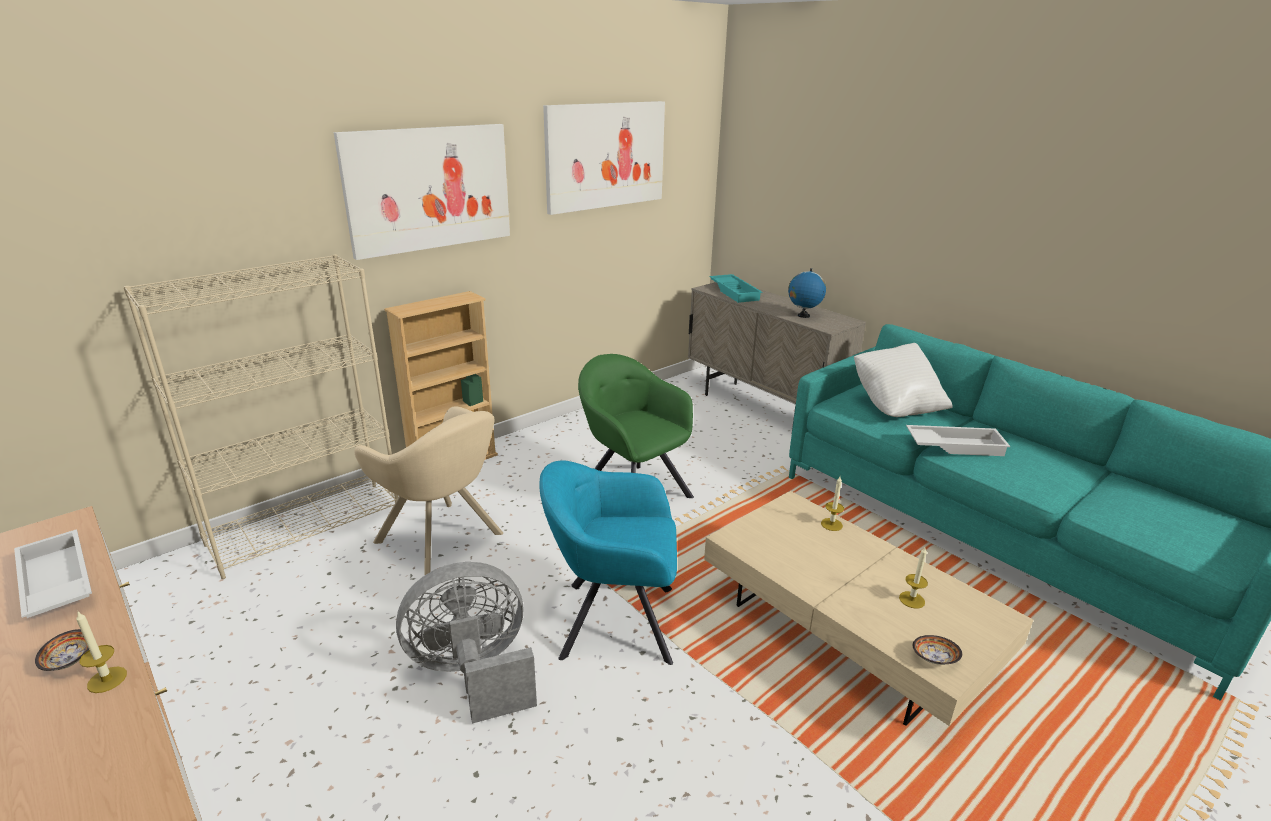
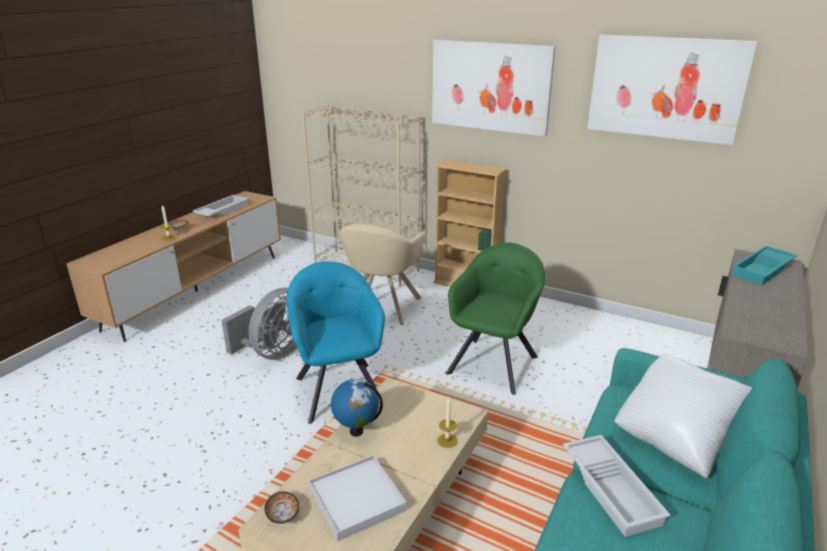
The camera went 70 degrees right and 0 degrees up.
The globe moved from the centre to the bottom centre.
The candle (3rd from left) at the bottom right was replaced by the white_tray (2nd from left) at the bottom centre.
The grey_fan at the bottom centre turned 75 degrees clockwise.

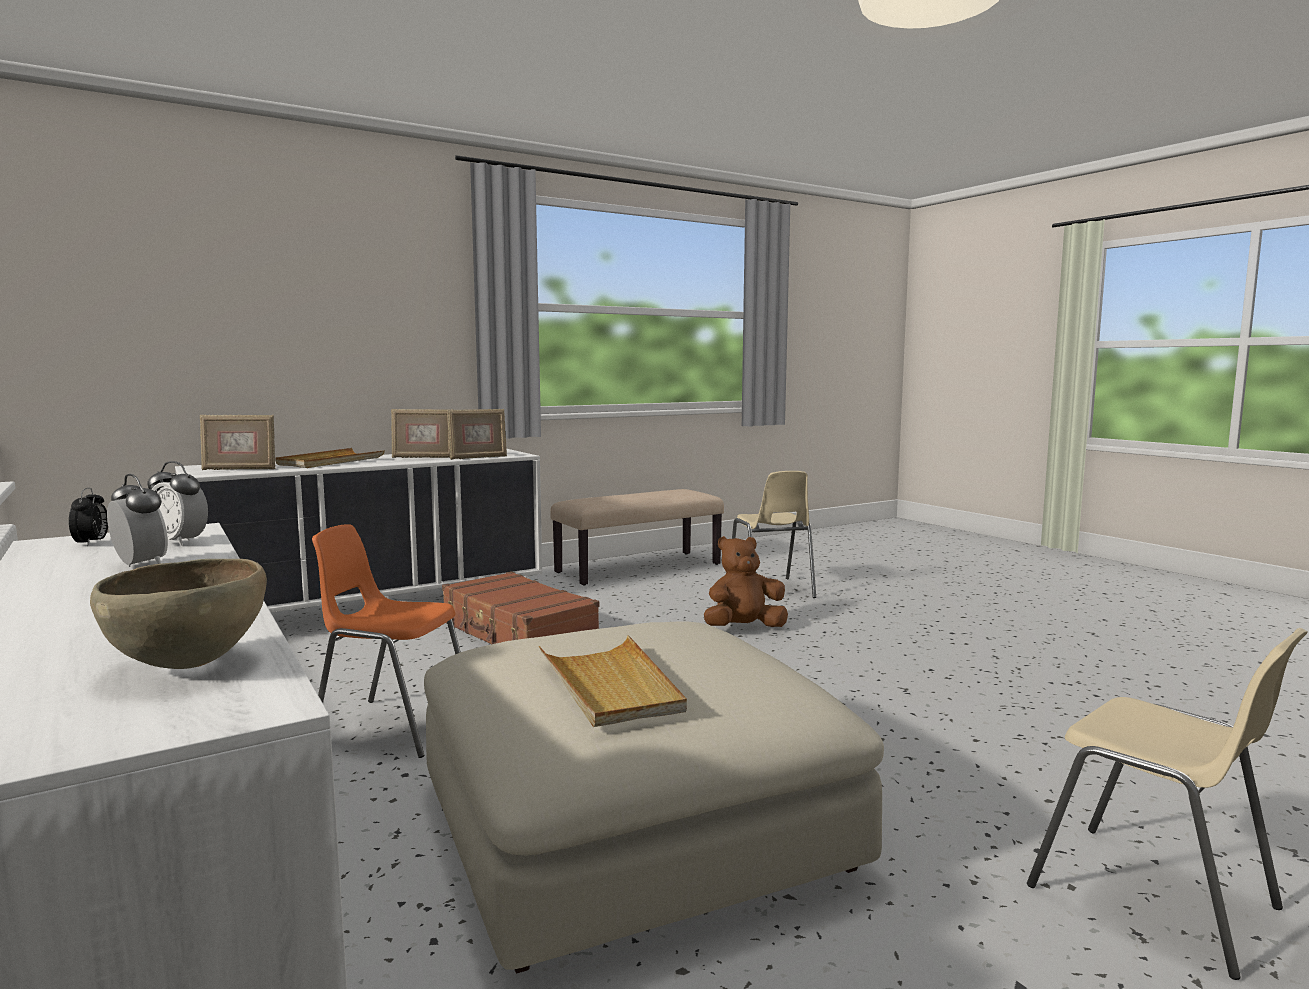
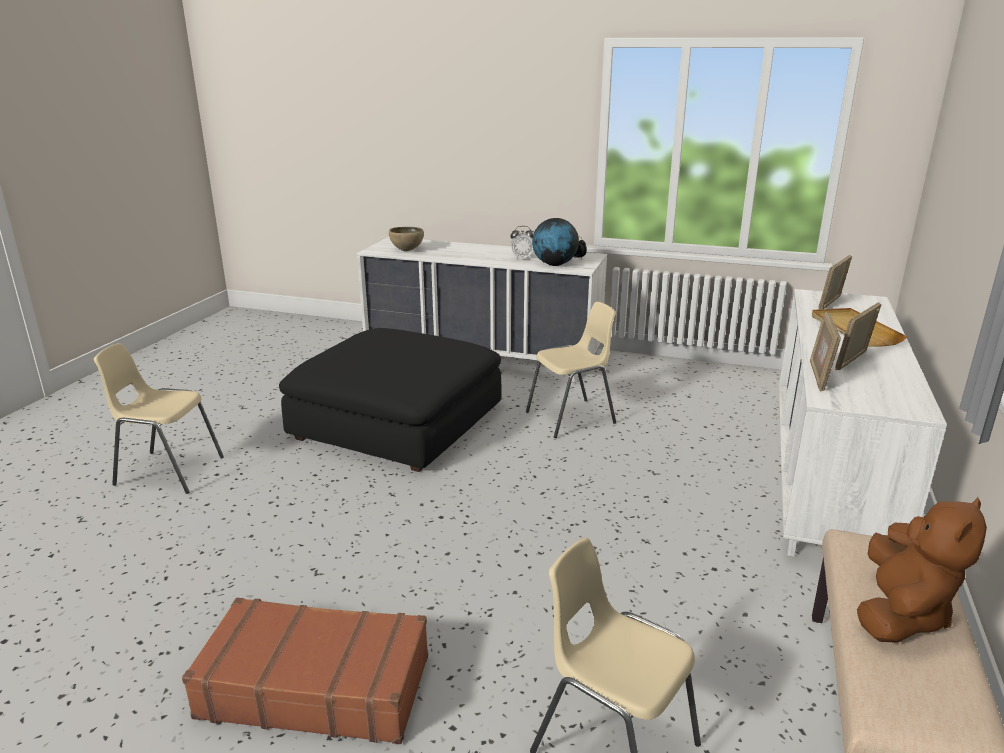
The camera went 140 degrees right and 15 degrees up.
The beige_tray (2nd from left) at the bottom centre disappeared.
The brown_suitcase moved from the centre to the bottom left.
The brown_plush_toy moved from the centre to the bottom right.
The alarm_clock (3rd from left) at the middle left was replaced by the globe at the top centre.
The orange_chair at the middle left became the beige_chair (2nd from left) at the centre.
The beige_ottoman at the bottom centre became the black_ottoman at the centre.

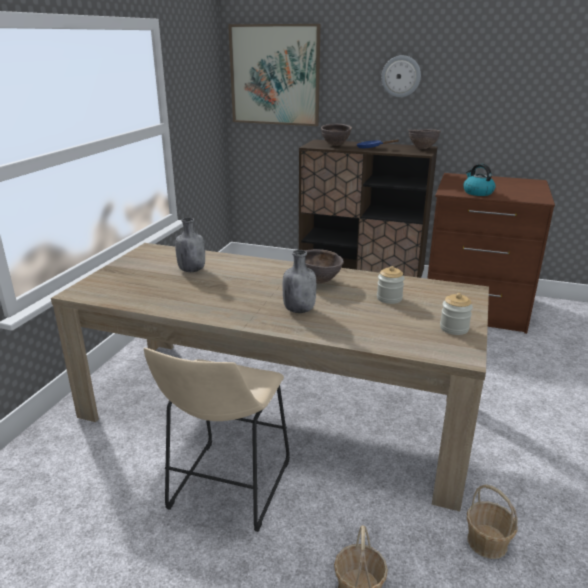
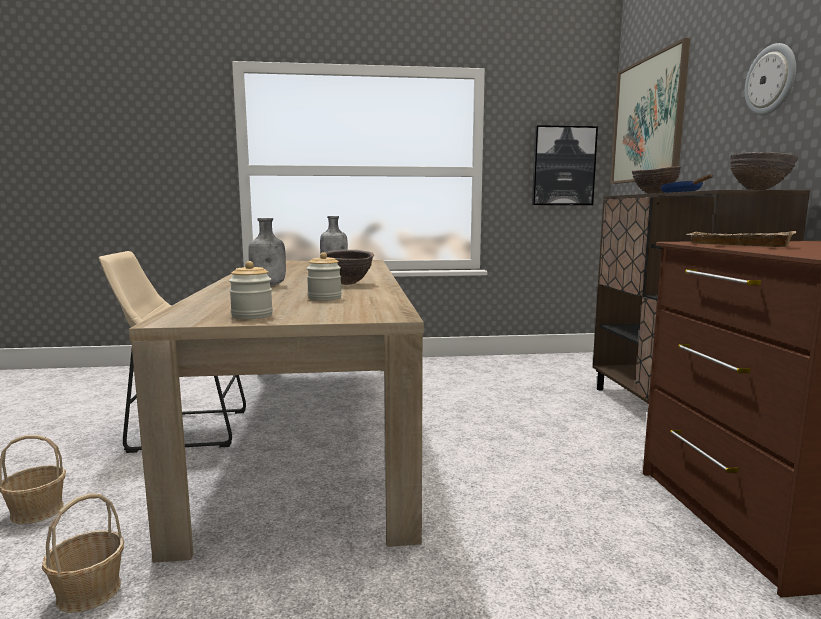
The camera went 65 degrees right and 15 degrees down.
The picture (1st from left) at the top right appeared.
The kettle at the top right was replaced by the beige_tray at the middle right.

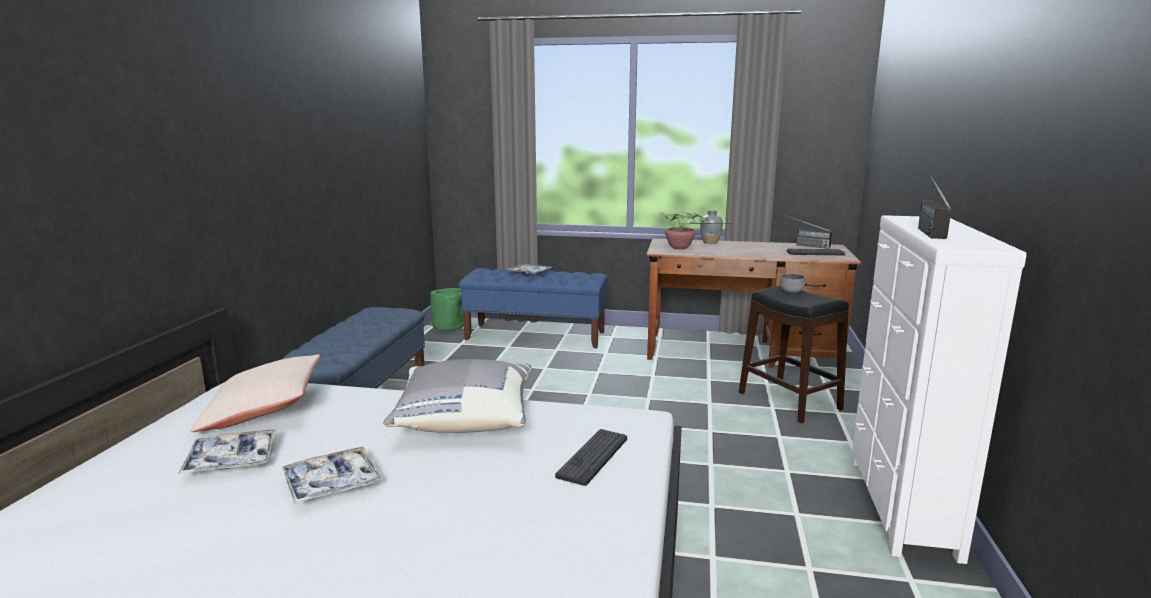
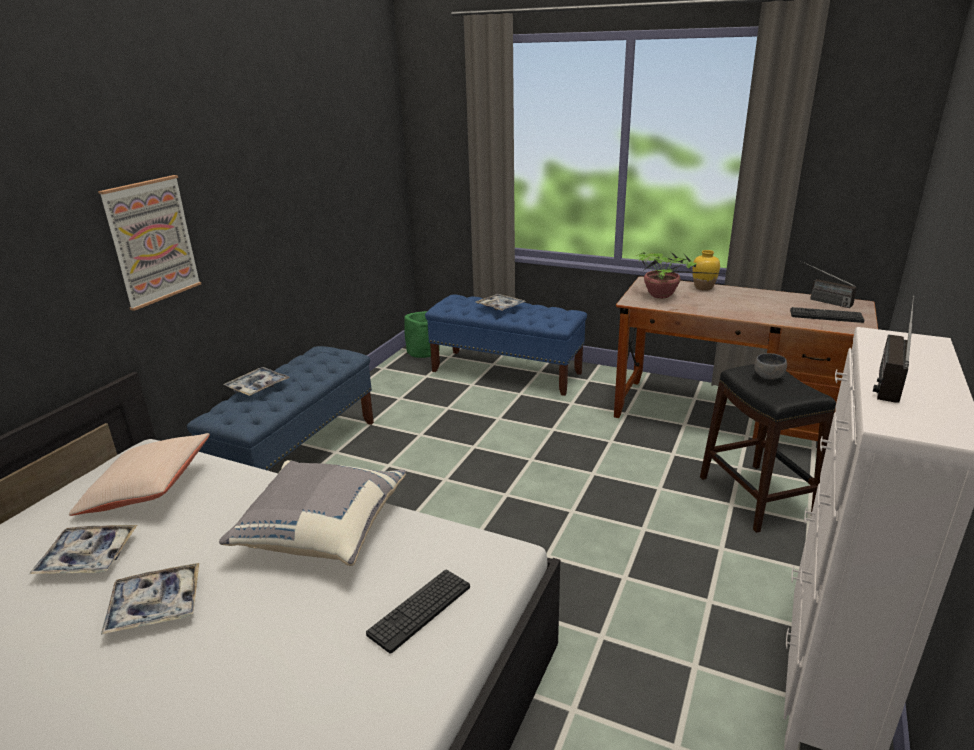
The camera went 15 degrees right and 10 degrees up.
The picture at the top left appeared.
The tray (3rd from left) at the middle left appeared.
The grey_vase at the centre became the yellow_vase at the middle right.

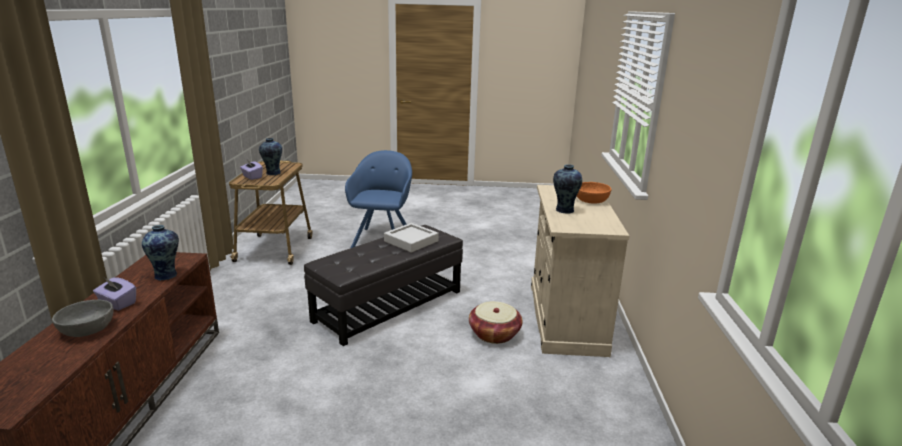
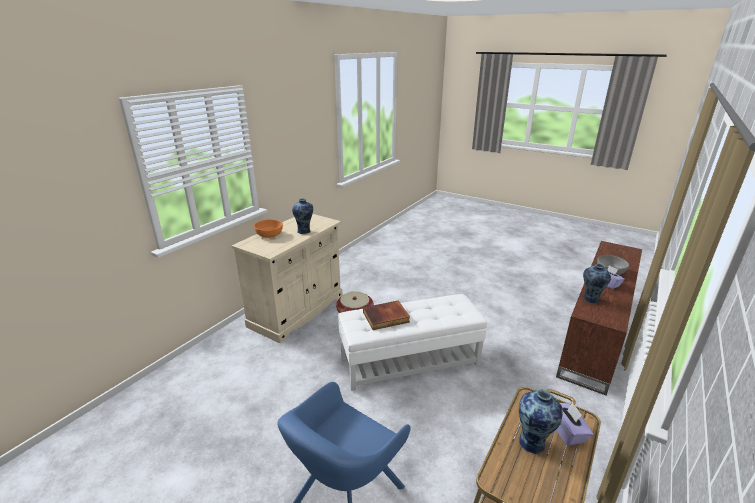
The camera went 150 degrees left and 5 degrees up.
The grey_tray at the centre was replaced by the book at the centre.
The black_ottoman at the centre became the white_ottoman at the bottom centre.

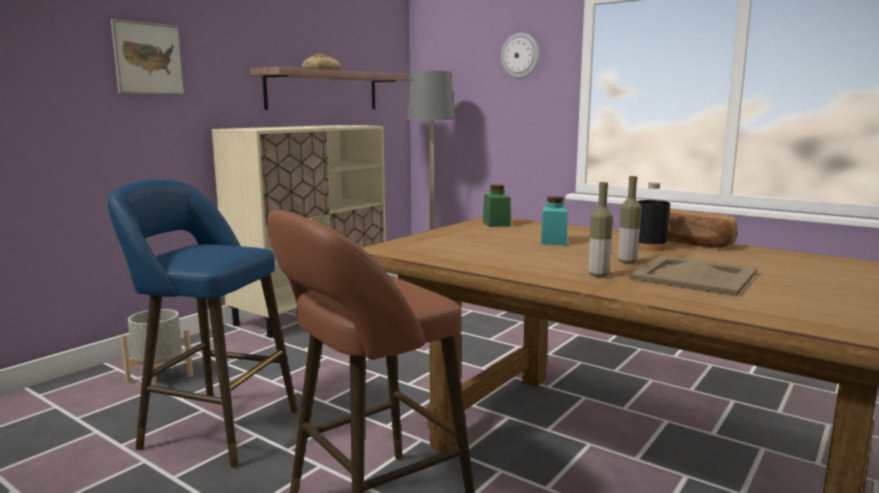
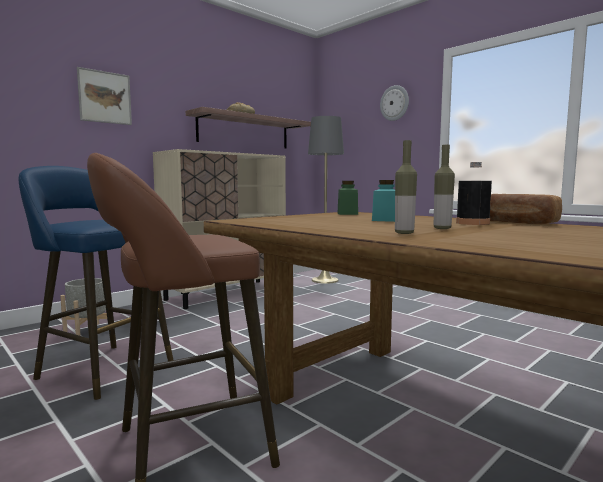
The camera went 10 degrees right and 5 degrees down.
The beige_tray at the middle right disappeared.

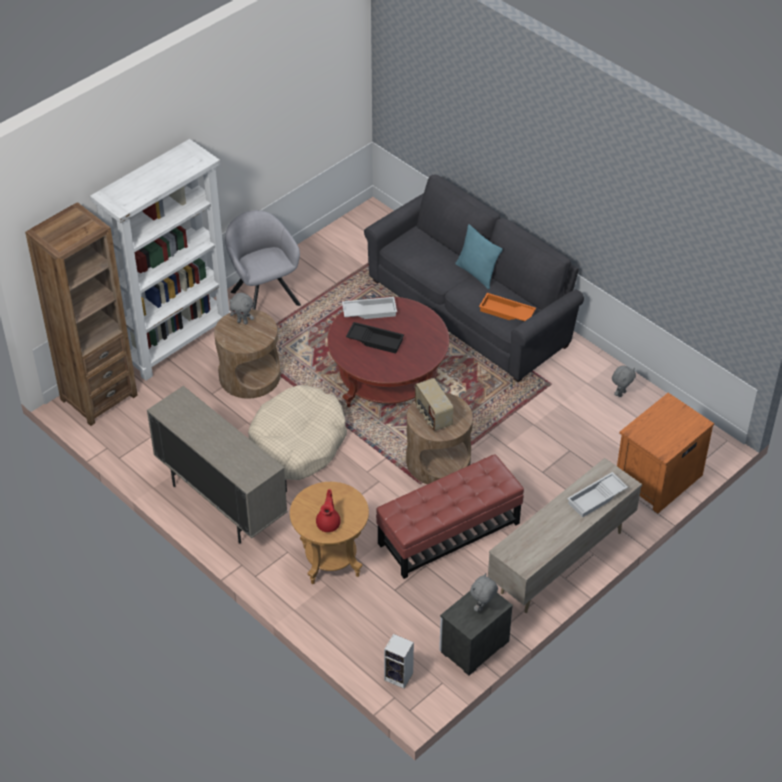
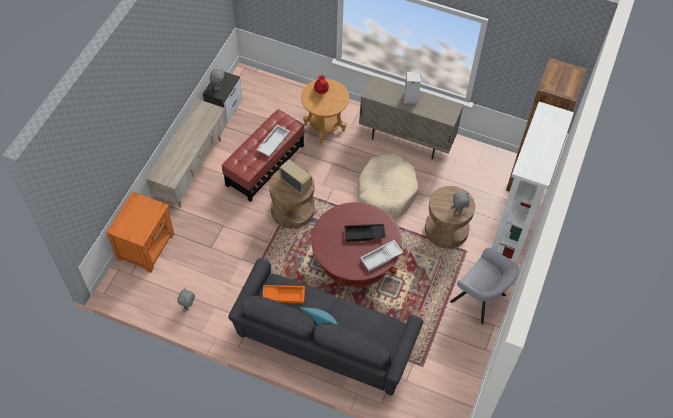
The camera went 155 degrees right and 10 degrees up.
The speaker moved from the bottom centre to the top centre.
The white_tray (2nd from left in the first image) moved from the middle right to the centre.

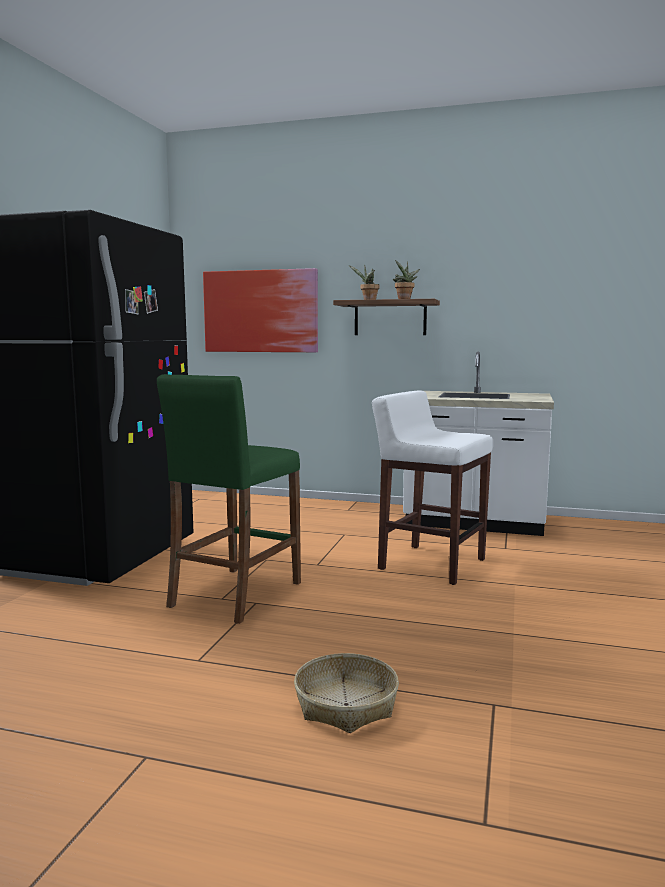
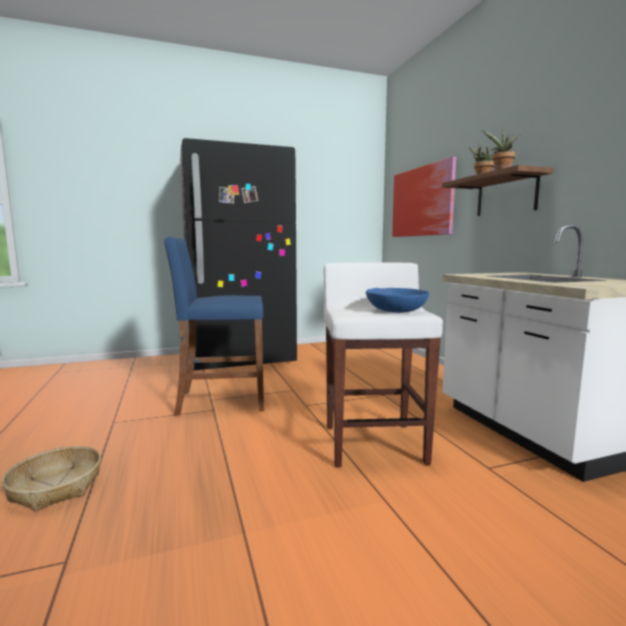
The camera went 55 degrees right and 0 degrees up.
The blue_bowl at the centre appeared.
The green_stool at the centre became the blue_stool at the centre.

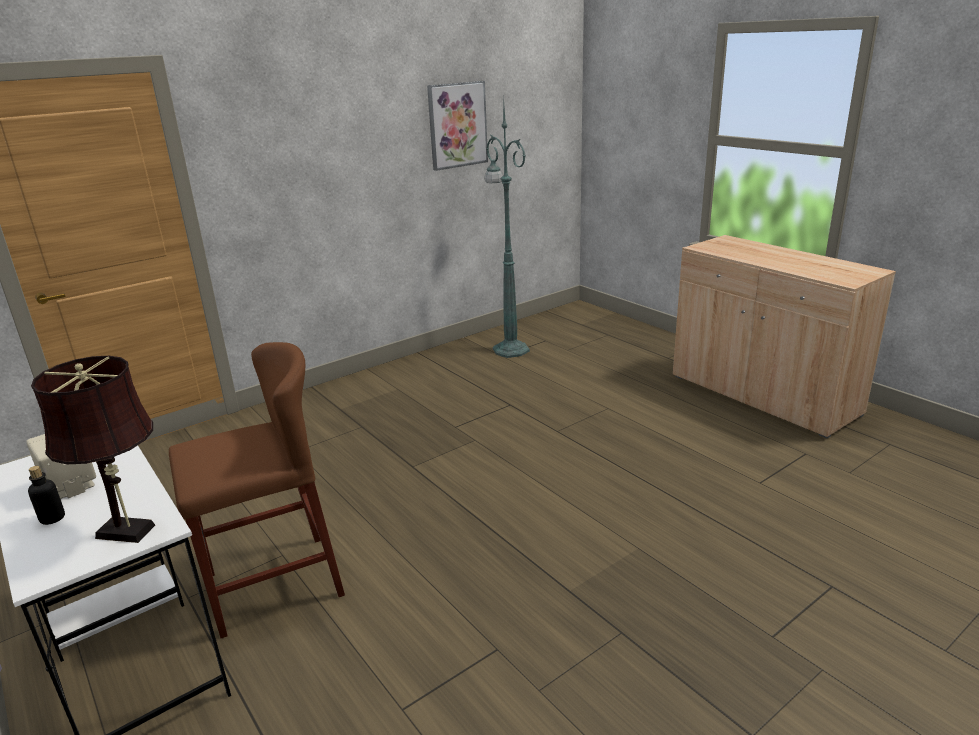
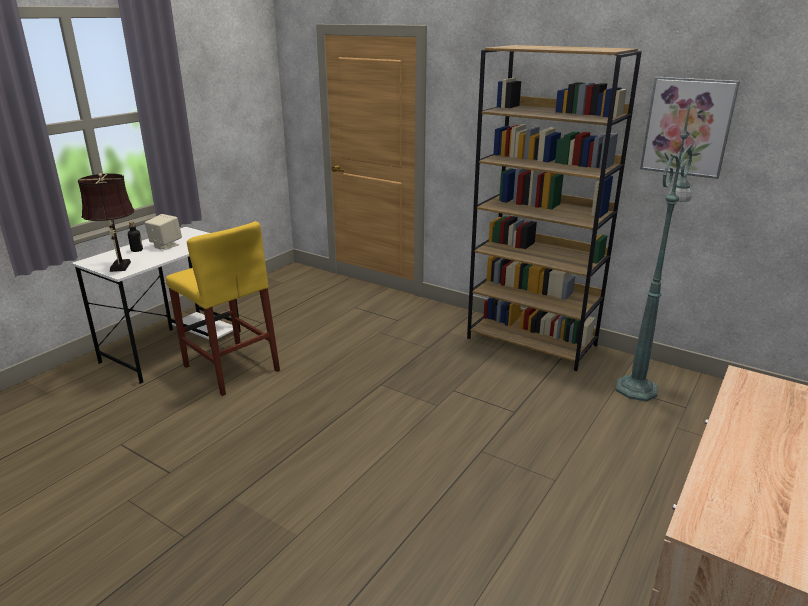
The camera went 70 degrees right and 0 degrees up.
The brown_bookcase at the middle right appeared.
The brown_stool at the bottom left became the yellow_stool at the middle left.

